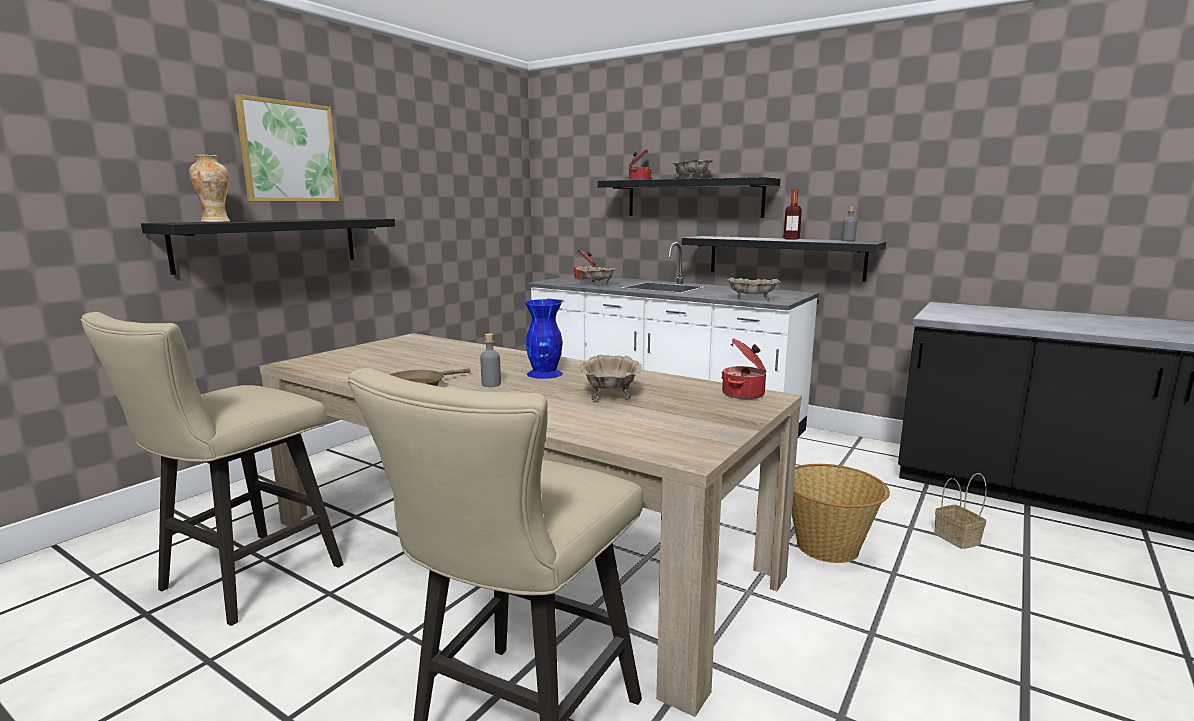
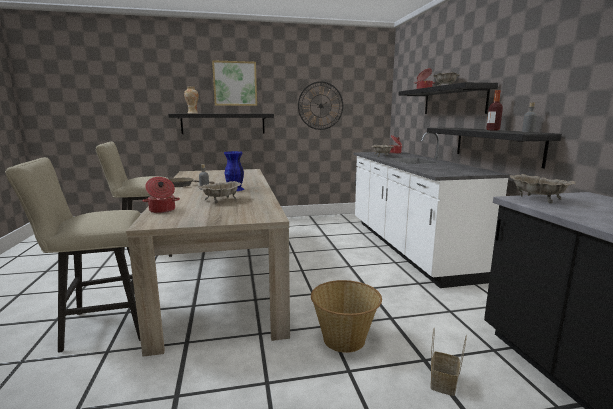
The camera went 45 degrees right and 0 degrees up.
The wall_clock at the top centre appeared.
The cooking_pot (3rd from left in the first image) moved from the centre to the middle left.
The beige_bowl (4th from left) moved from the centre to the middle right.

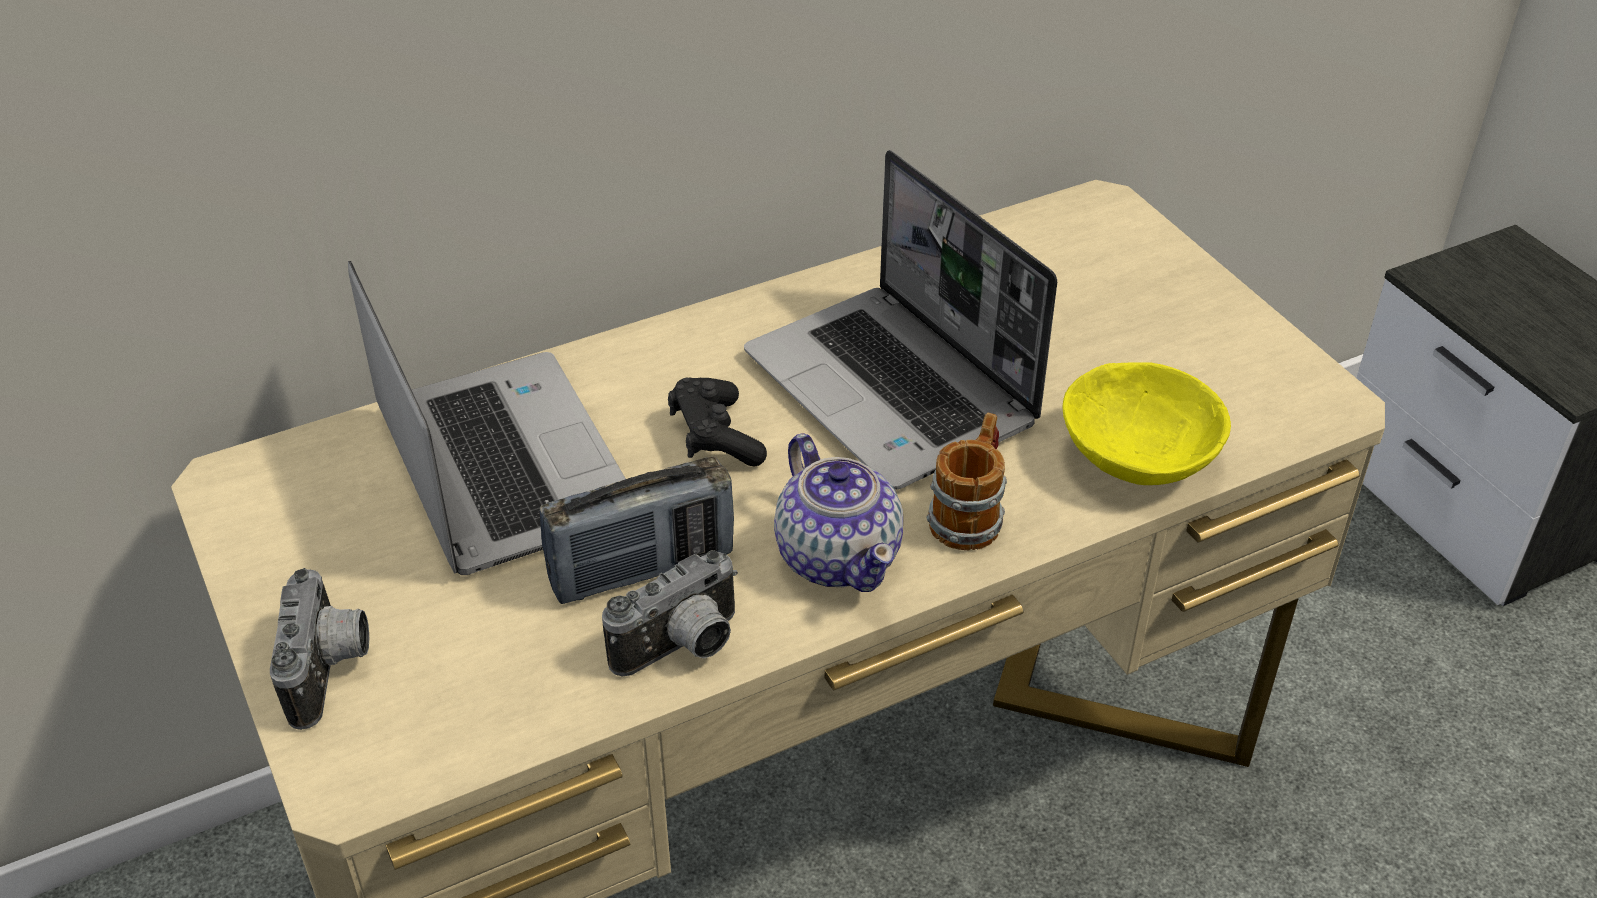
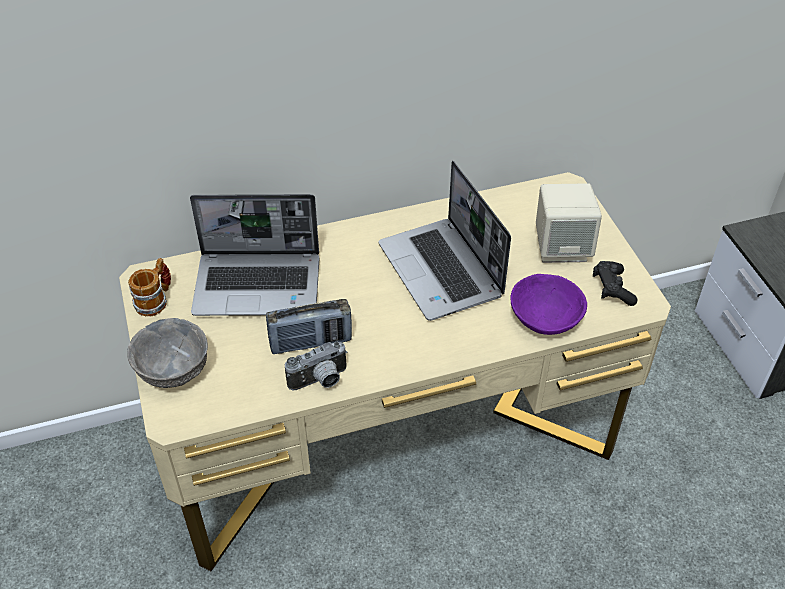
The camera went 10 degrees right and 5 degrees up.
The teapot at the centre disappeared.
The beige_speaker at the middle right appeared.
The black_game_controller moved from the centre to the middle right.
The mug moved from the centre to the middle left.
The photo_camera (1st from left) at the bottom left was replaced by the grey_bowl at the middle left.
The yellow_bowl at the middle right became the purple_bowl at the middle right.
The laptop (1st from left) at the middle left turned 105 degrees clockwise.

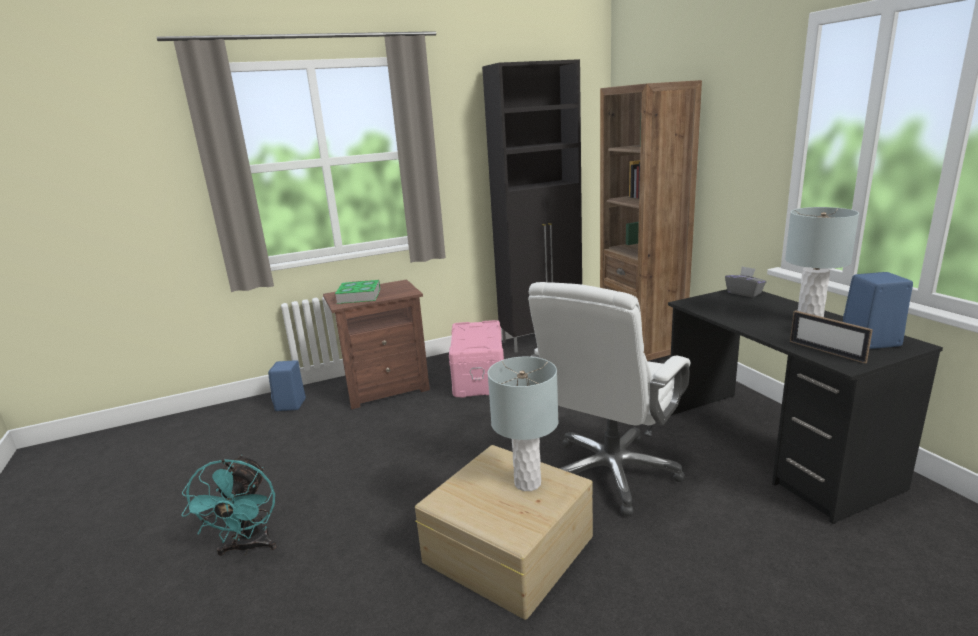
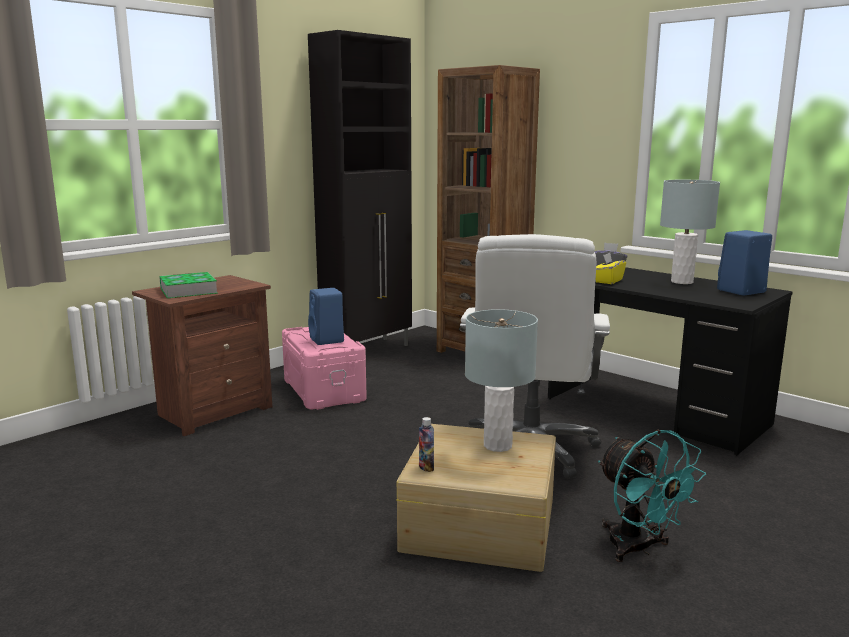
The camera went 25 degrees left and 5 degrees down.
The picture_frame at the middle right disappeared.
The bottle at the bottom centre appeared.
The yellow_tissue_box at the middle right appeared.
The turquoise_fan moved from the bottom left to the bottom right.
The blue_speaker (1st from left) moved from the middle left to the centre.

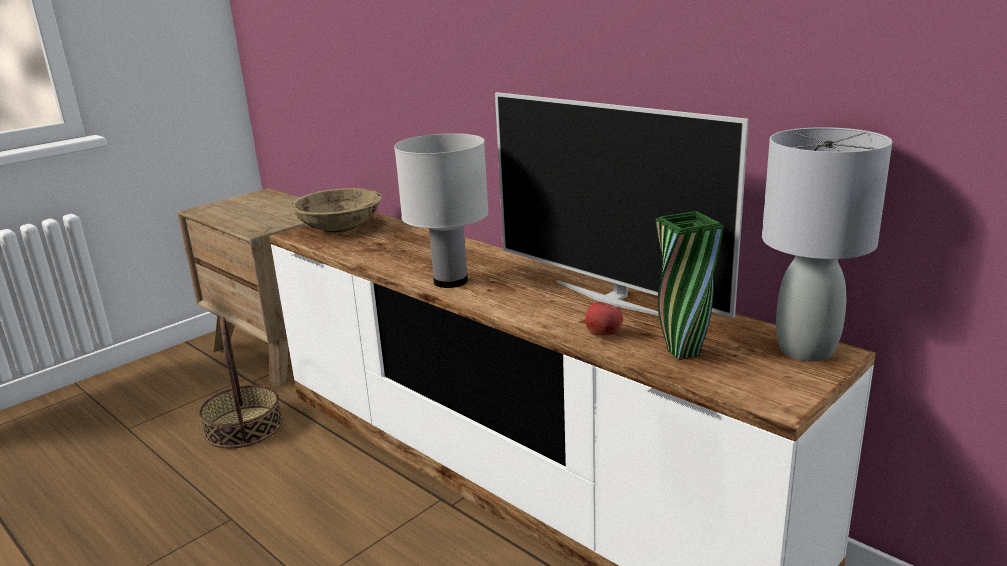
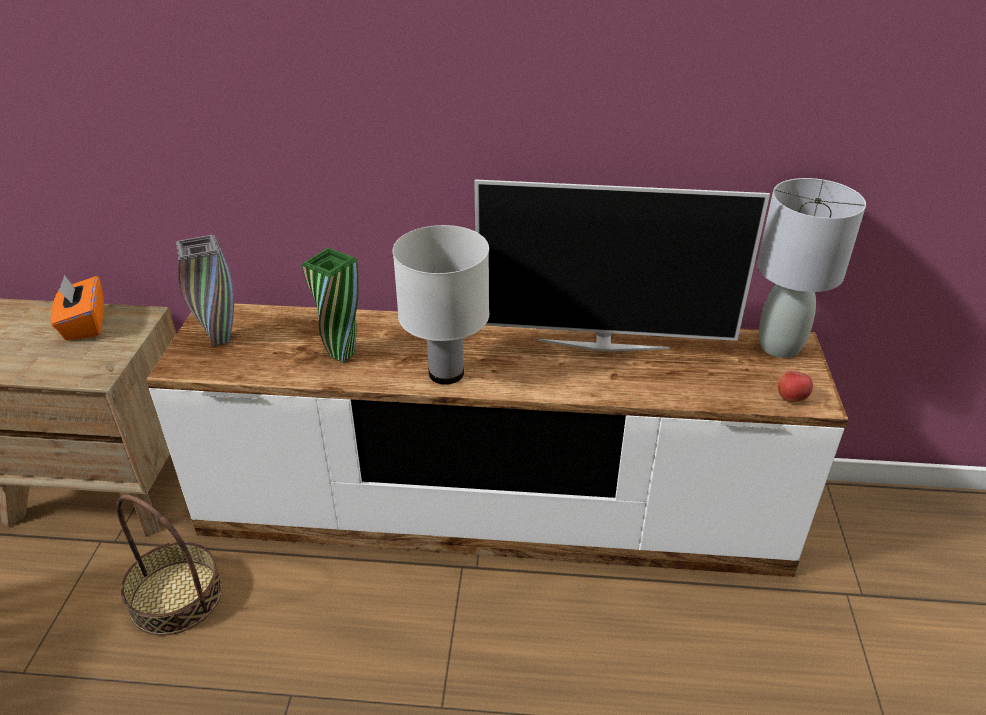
The camera went 40 degrees left and 15 degrees up.
The orange_tissue_box at the middle left appeared.
The apple moved from the centre to the middle right.
The green_vase moved from the middle right to the centre.
The beige_bowl at the centre was replaced by the grey_vase at the middle left.

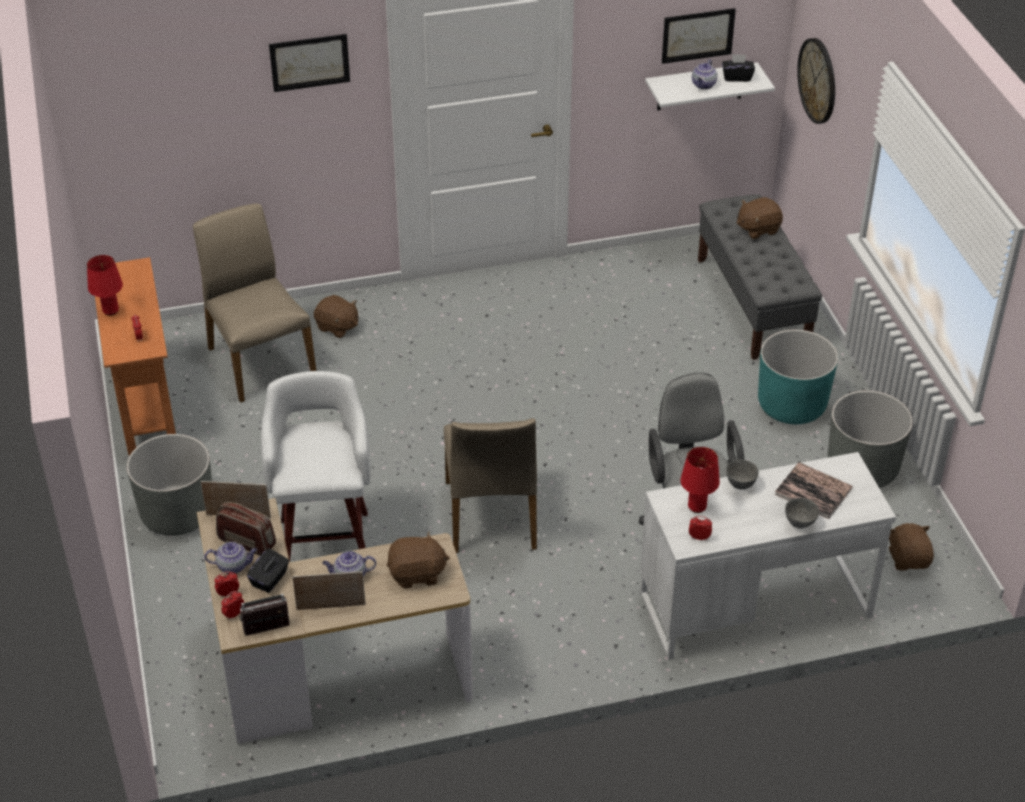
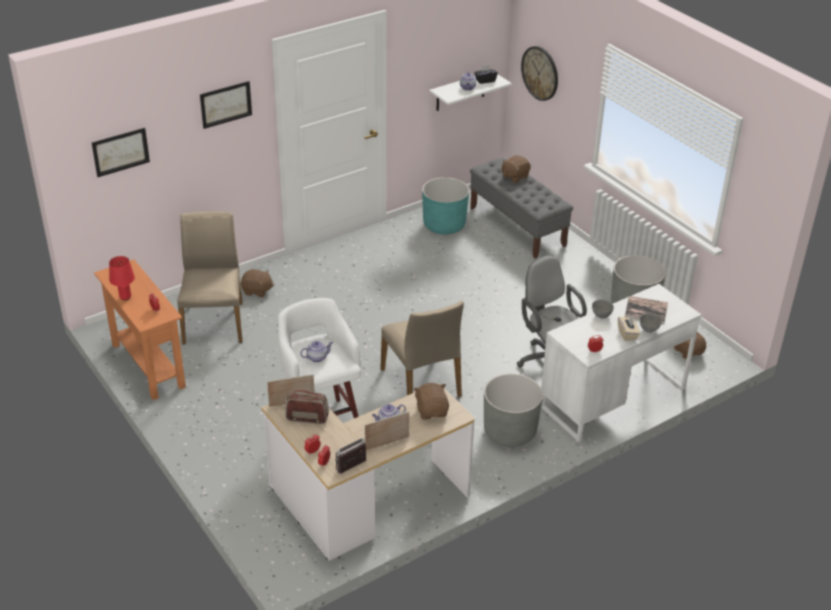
The camera went 20 degrees left and 5 degrees down.
The black_tissue_box (1st from left) at the bottom left disappeared.
The red_table_lamp (2nd from left) at the middle right disappeared.
The beige_tissue_box at the middle right appeared.
The grey_planter (1st from left) moved from the middle left to the bottom centre.
The teapot (1st from left) moved from the bottom left to the centre.
The picture (2nd from left in the first image) moved from the top right to the top left.
The turquoise_planter moved from the middle right to the centre.
The beige_chair (1st from left) at the middle left turned 45 degrees clockwise.
The brown_plush_toy (2nd from left) at the bottom centre turned 75 degrees counterclockwise.

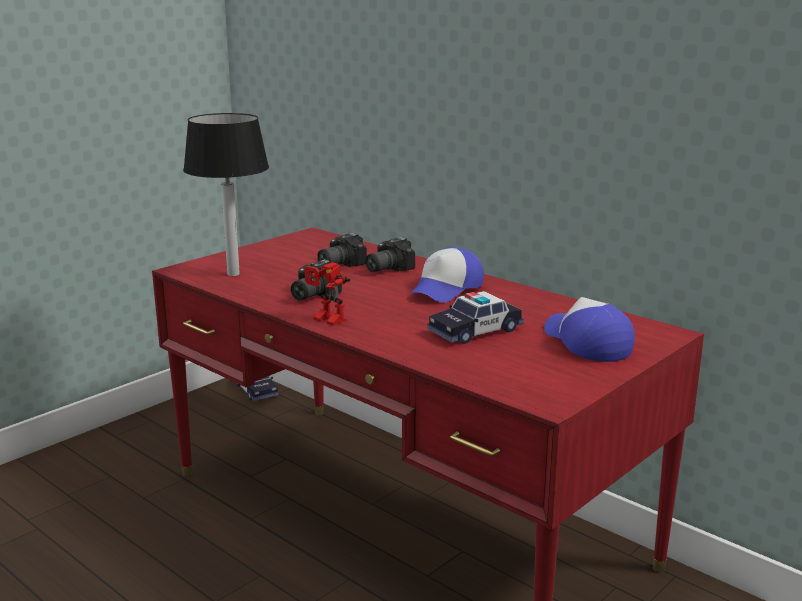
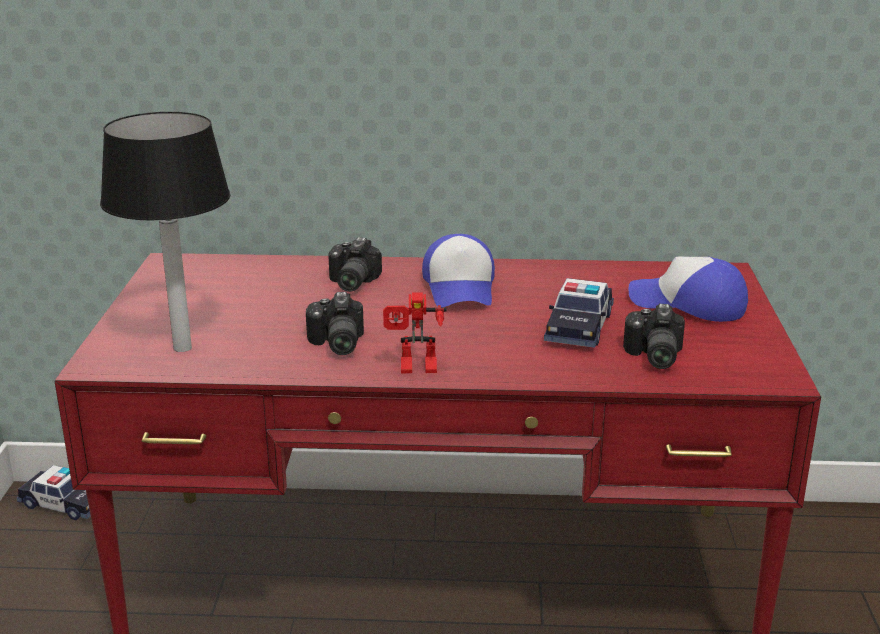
The camera went 40 degrees left and 5 degrees up.
The photo_camera (2nd from left in the first image) moved from the centre to the middle right.

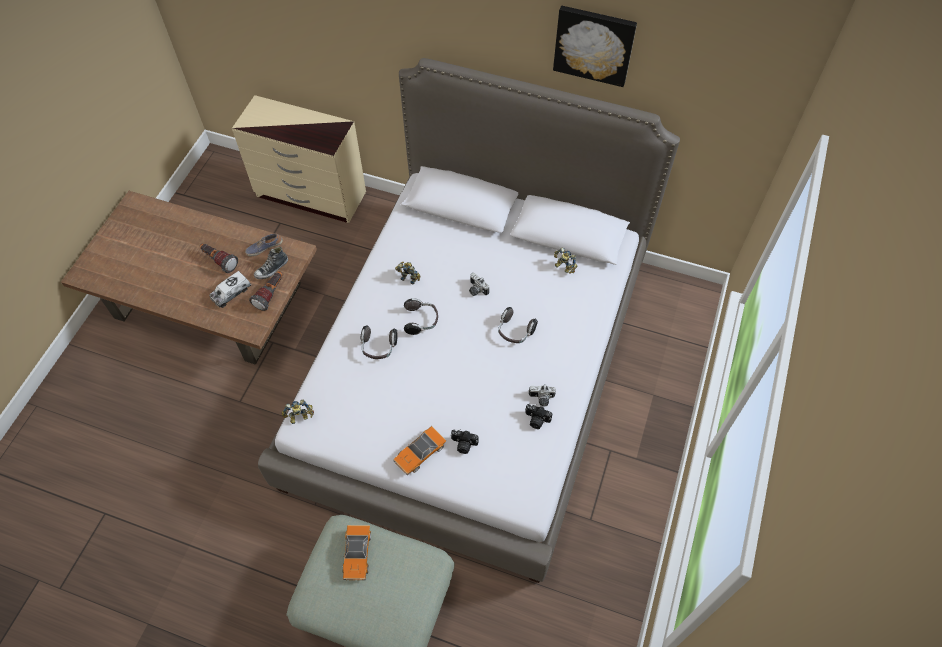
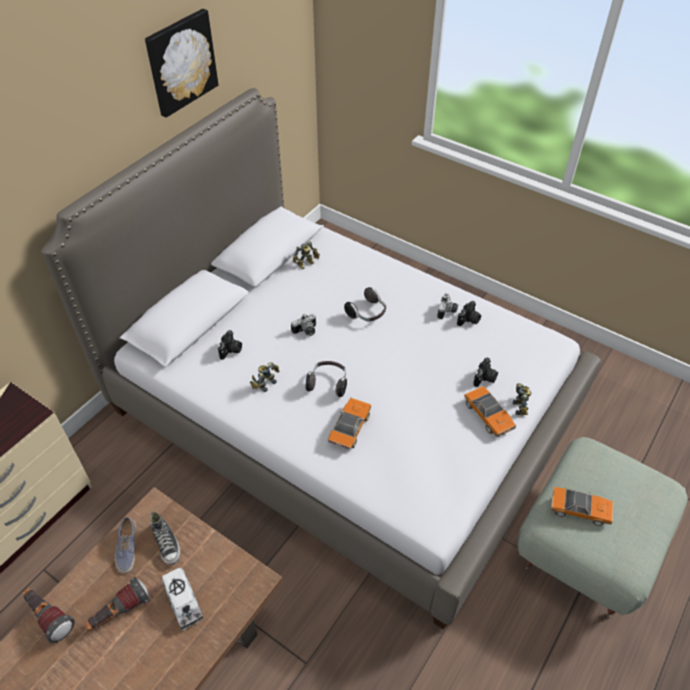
The camera went 75 degrees left and 10 degrees down.
The photo_camera (1st from left) at the centre appeared.
The flashlight (2nd from left in the first image) moved from the middle left to the bottom left.
The toy_robot (1st from left in the first image) moved from the middle left to the middle right.
The headphones (1st from left) at the centre was replaced by the toy_car (1st from left) at the centre.

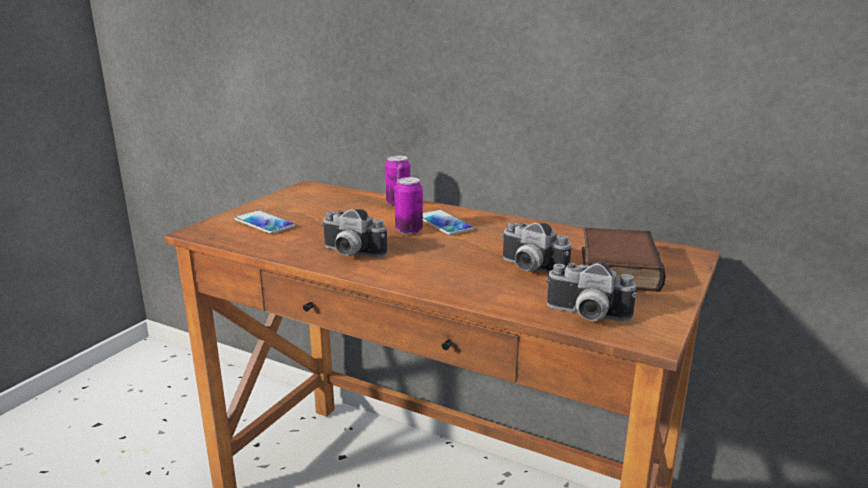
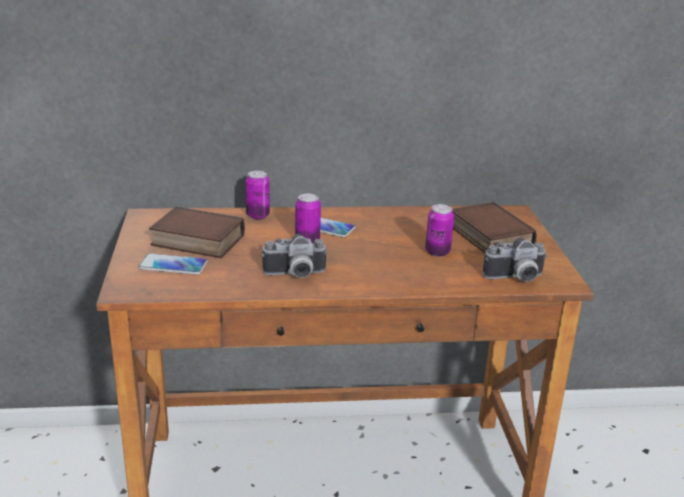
The camera went 35 degrees left and 5 degrees up.
The book (1st from left) at the middle left appeared.
The photo_camera (2nd from left) at the centre was replaced by the can (3rd from left) at the centre.

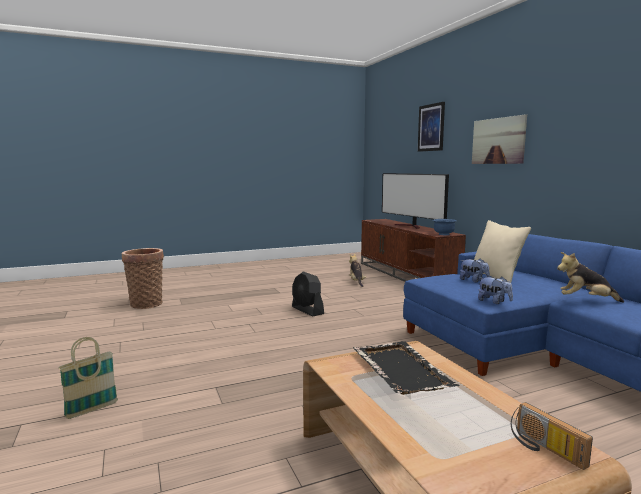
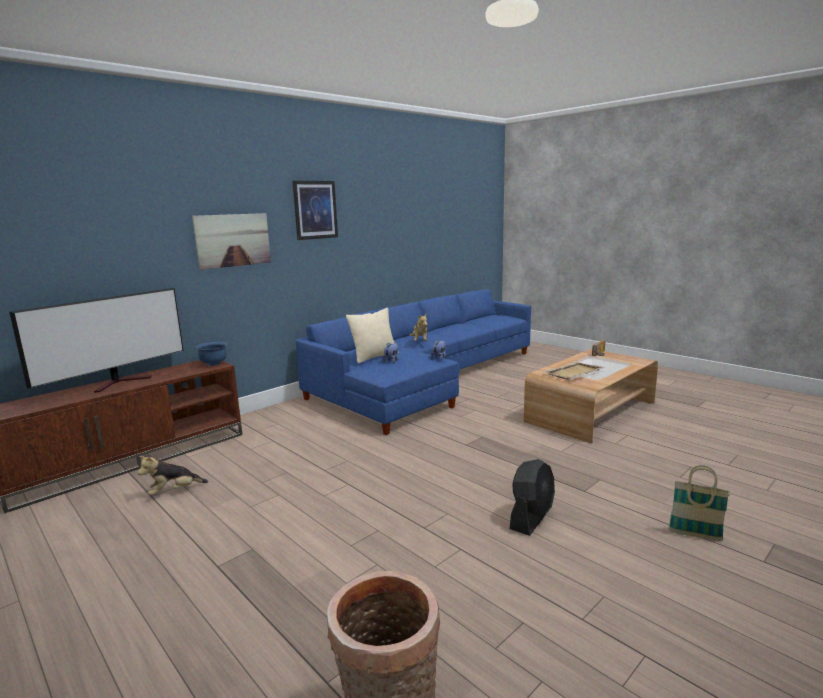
The camera went 110 degrees left and 5 degrees up.
The black_fan moved from the centre to the bottom centre.
The picture (1st from left in the first image) moved from the top right to the top centre.
The black_tray at the bottom centre became the beige_tray at the middle right.

